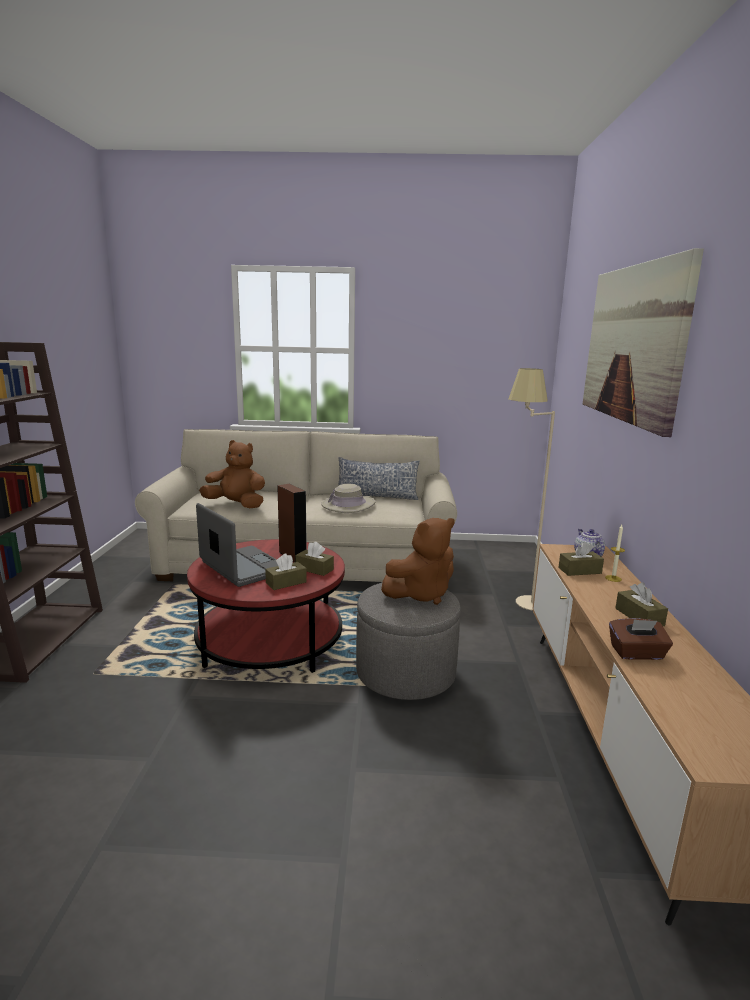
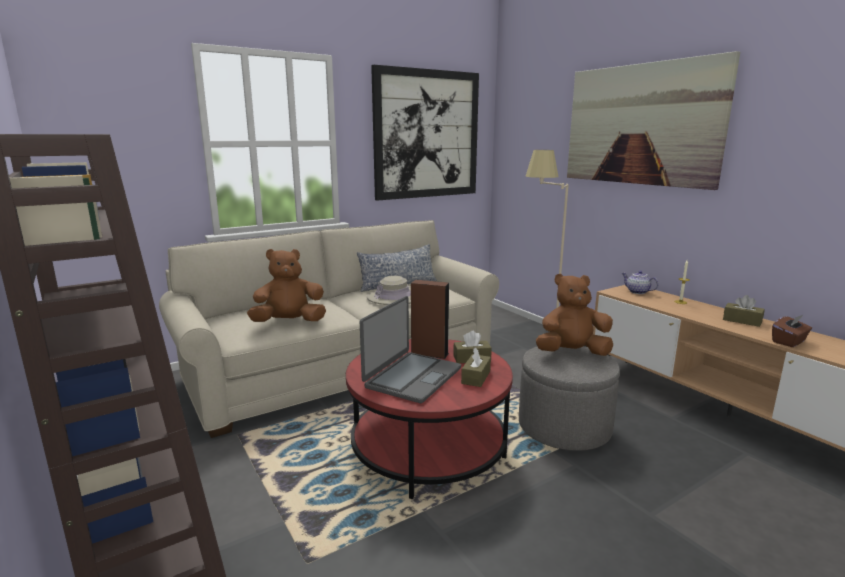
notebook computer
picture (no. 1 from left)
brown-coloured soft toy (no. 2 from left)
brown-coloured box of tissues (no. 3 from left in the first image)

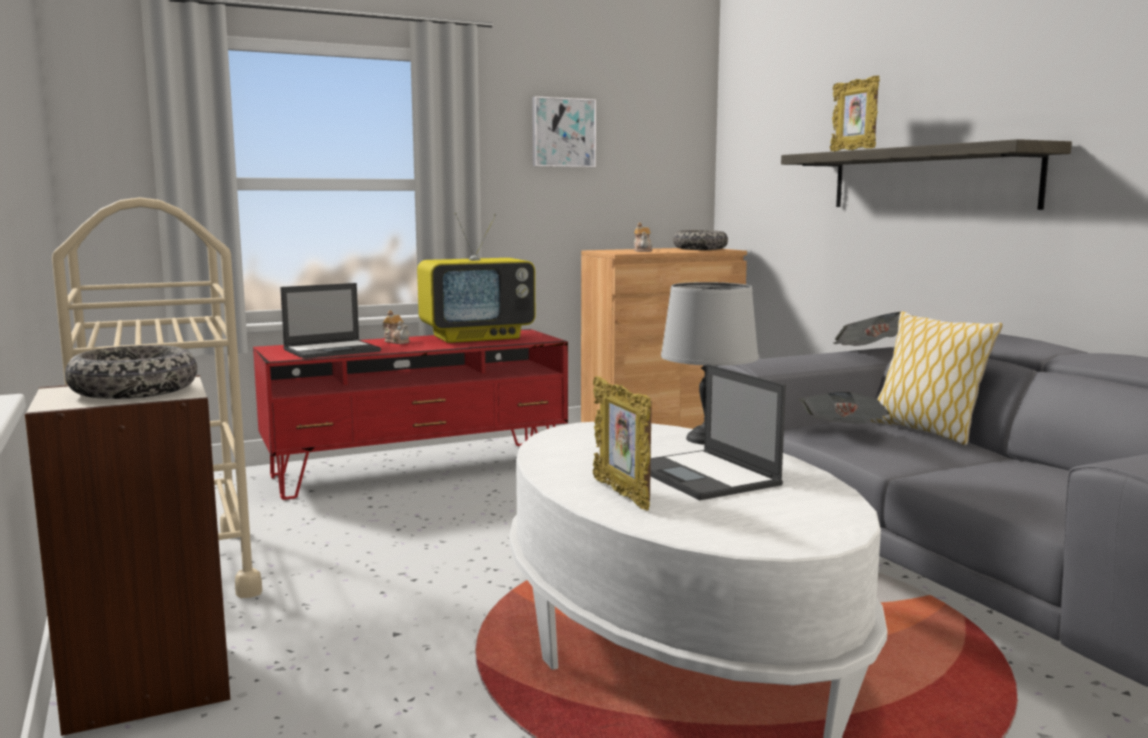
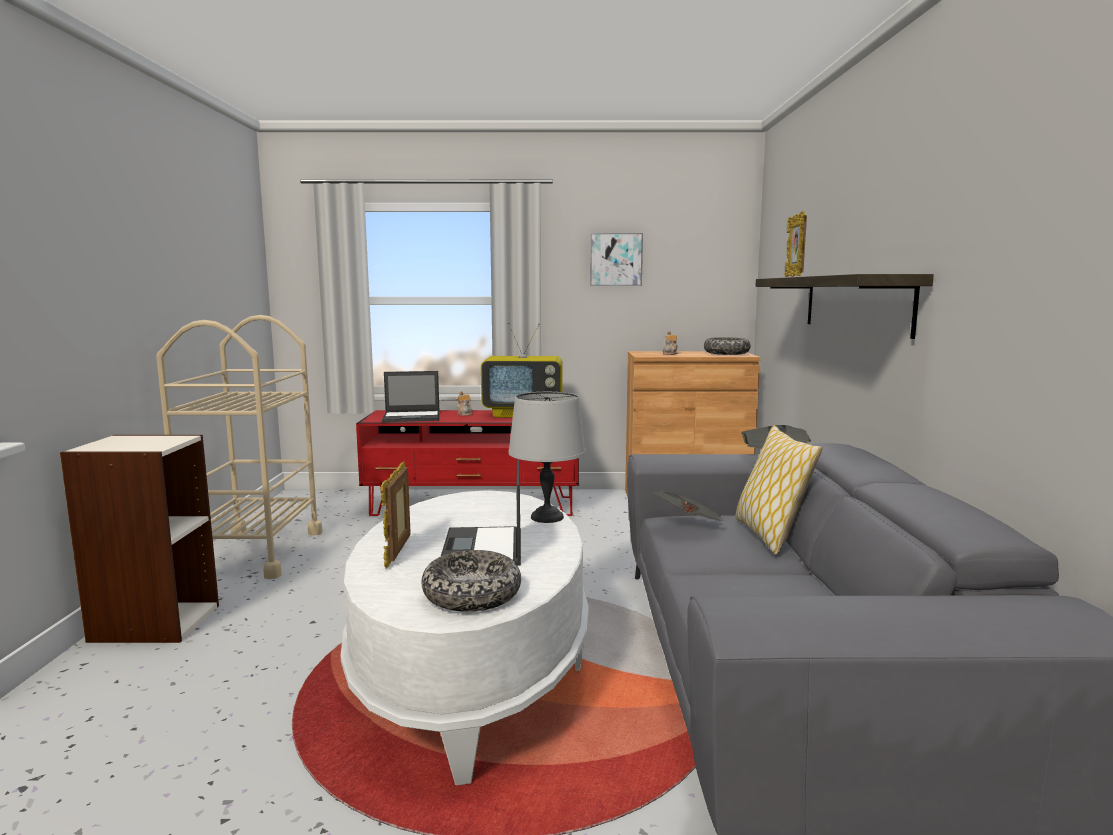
deep dish (no. 1 from left)

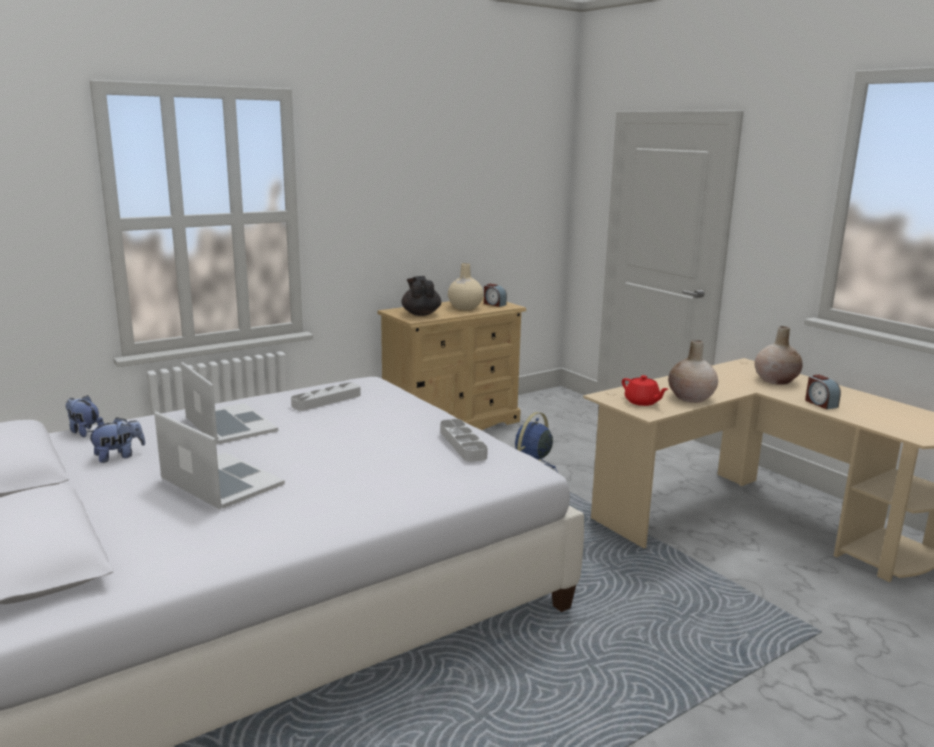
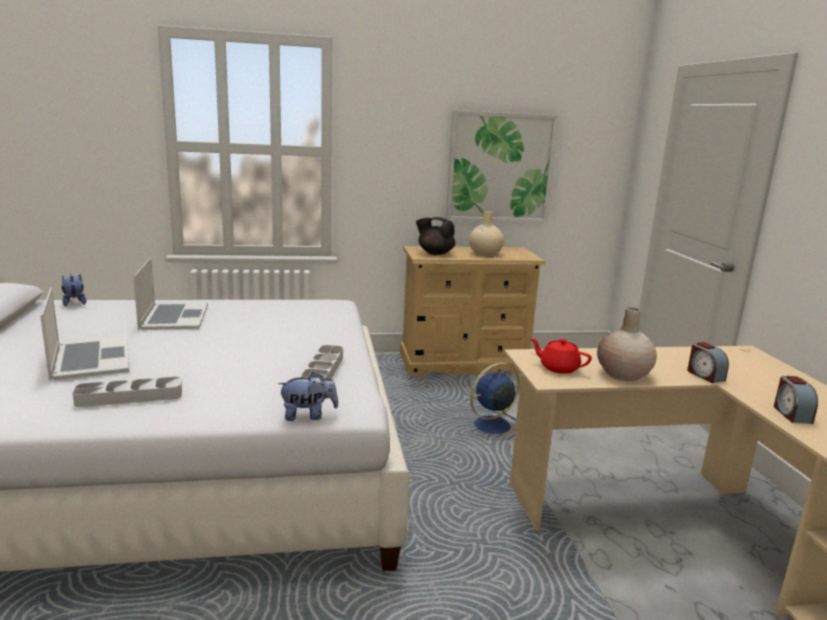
gray serving tray (no. 1 from left)
soft toy (no. 2 from left)
blackish teapot
picture
reddish teapot
table clock (no. 1 from left)
beige vase (no. 3 from left in the first image)

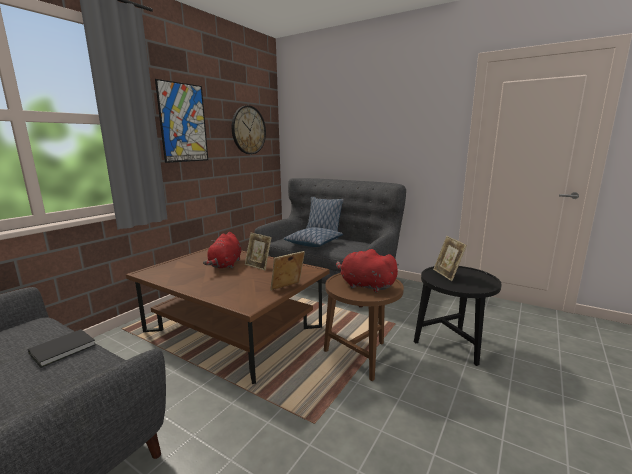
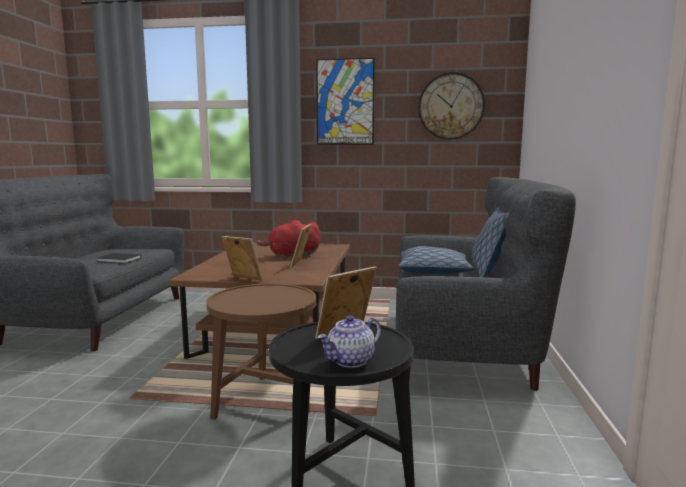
teapot
reddish soft toy (no. 2 from left in the first image)

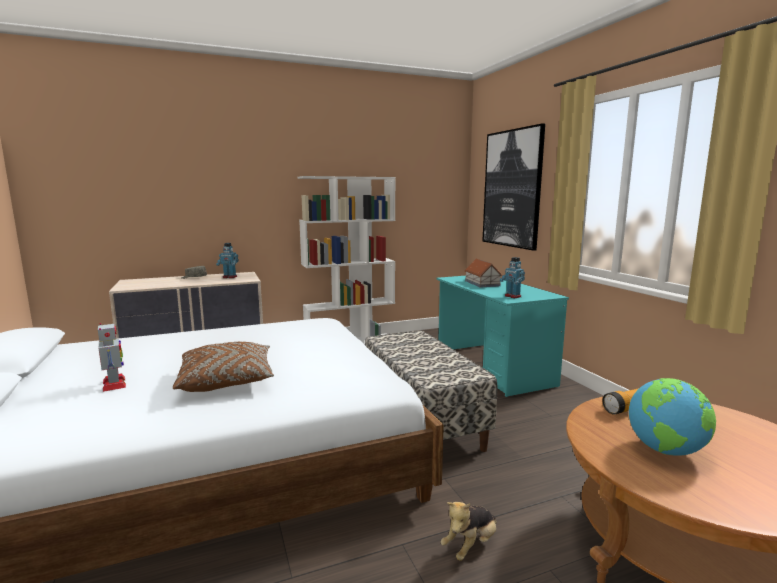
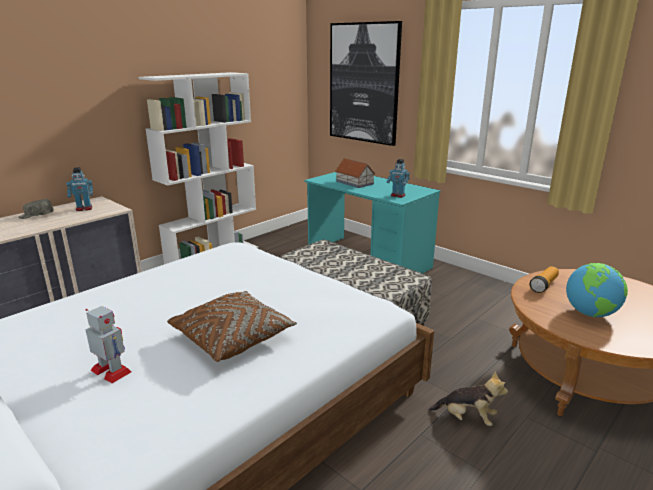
soft toy

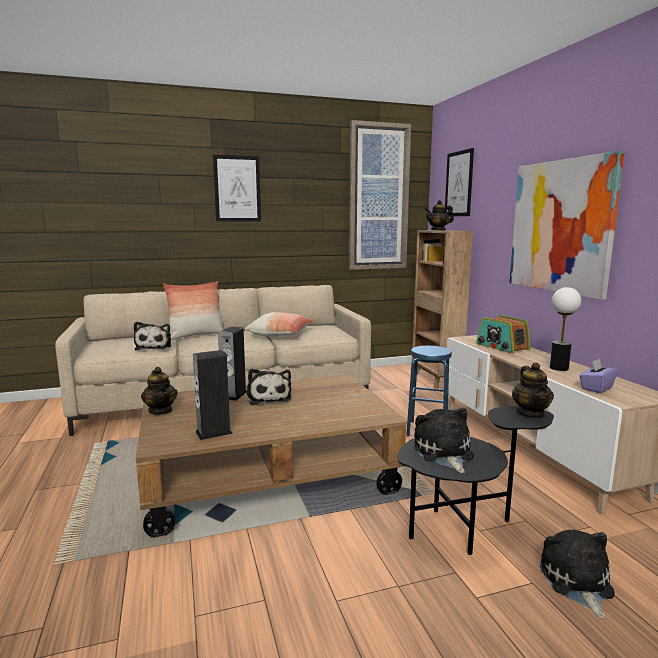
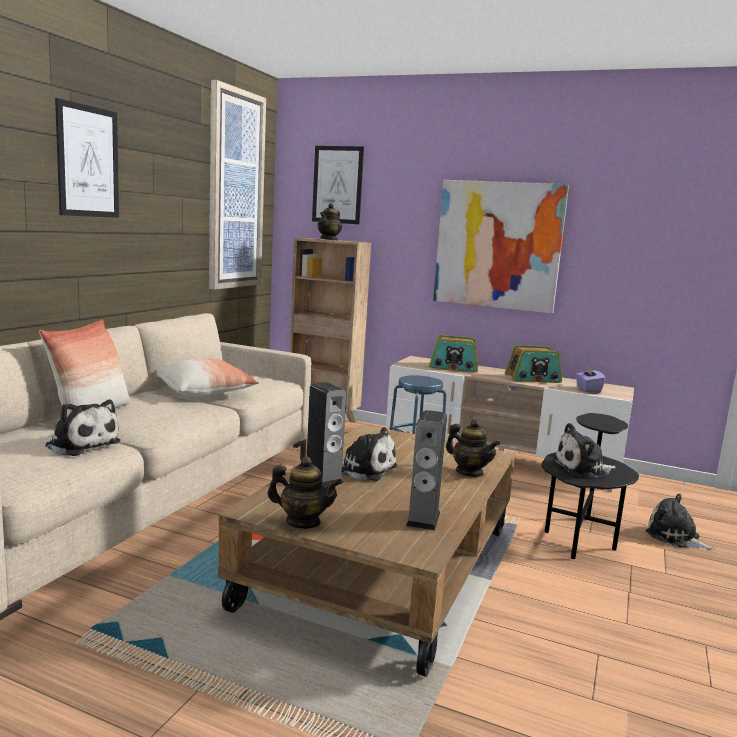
teapot (no. 3 from left)
radio set (no. 2 from left)
soft toy (no. 3 from left)

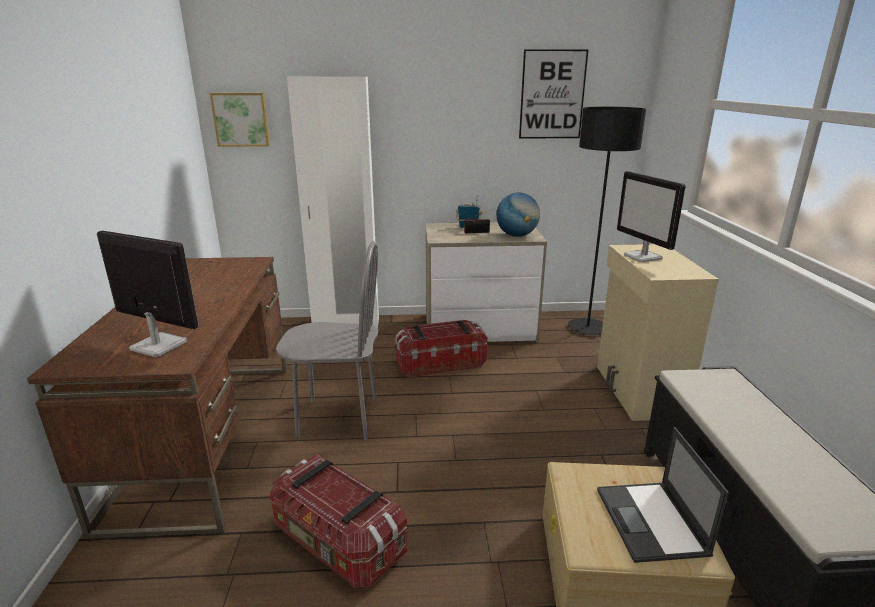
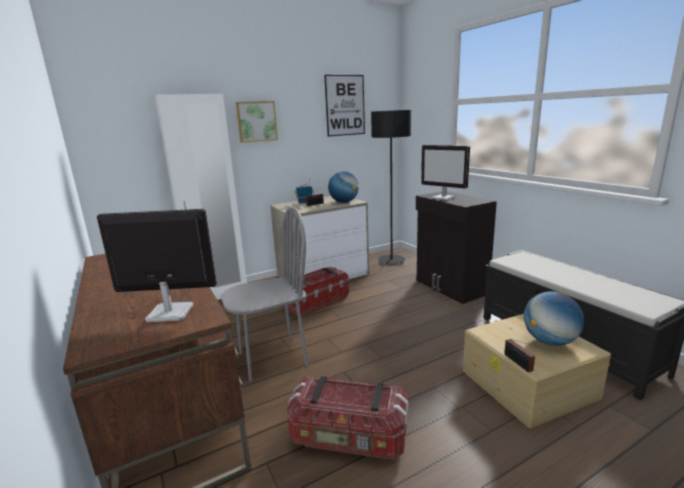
picture (no. 1 from left)
blackish cupboard
radio set (no. 3 from left)
desk globe (no. 2 from left)

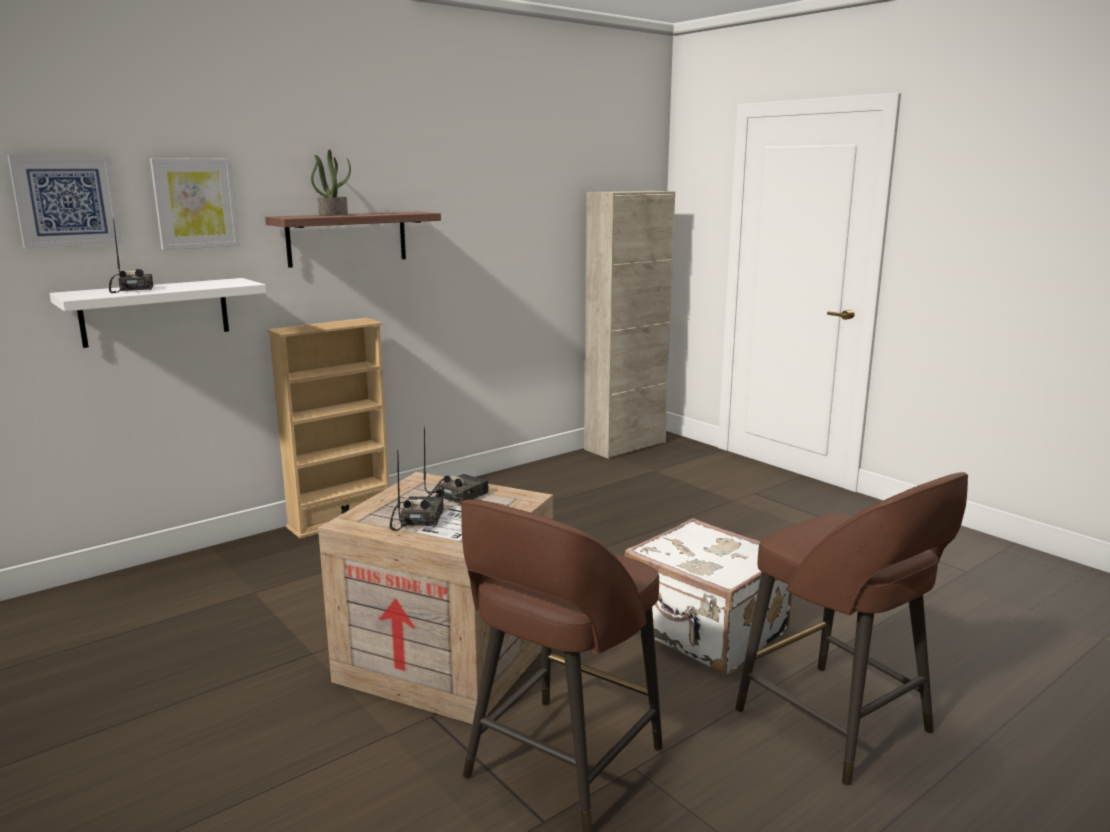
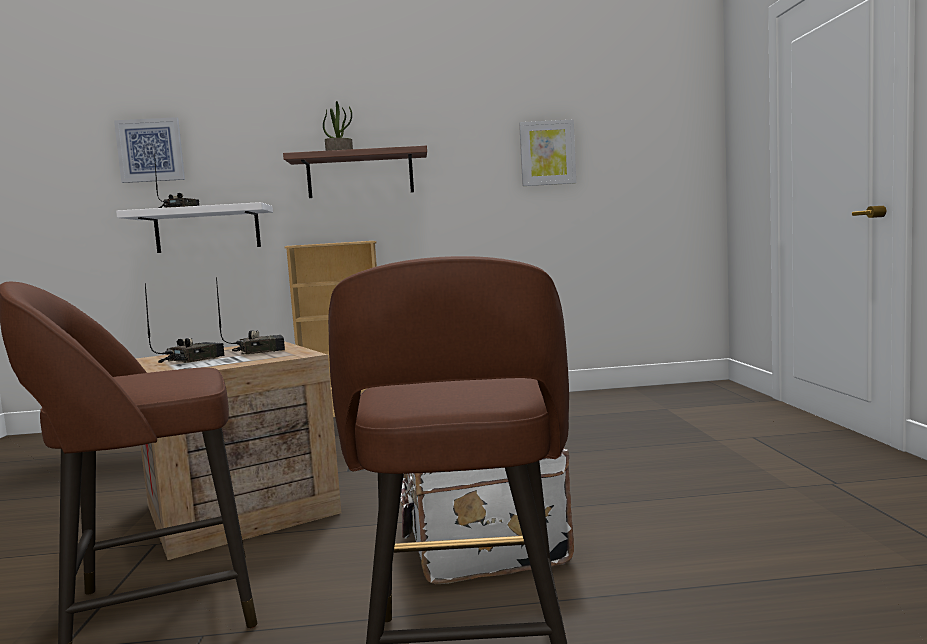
picture (no. 2 from left)
beige cupboard

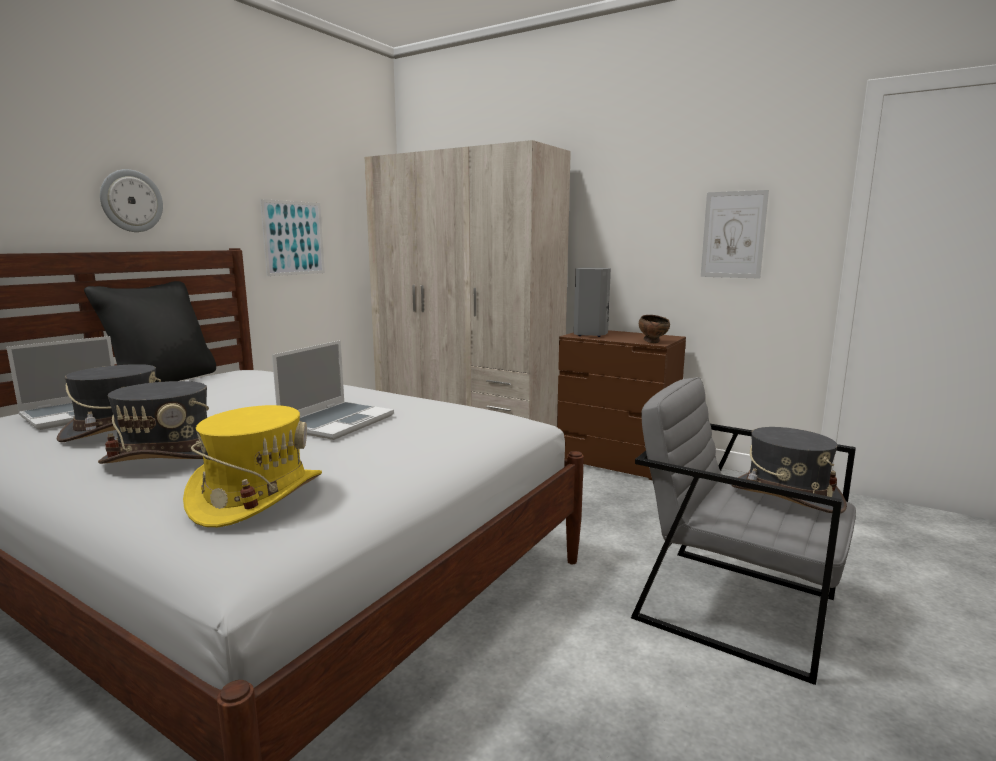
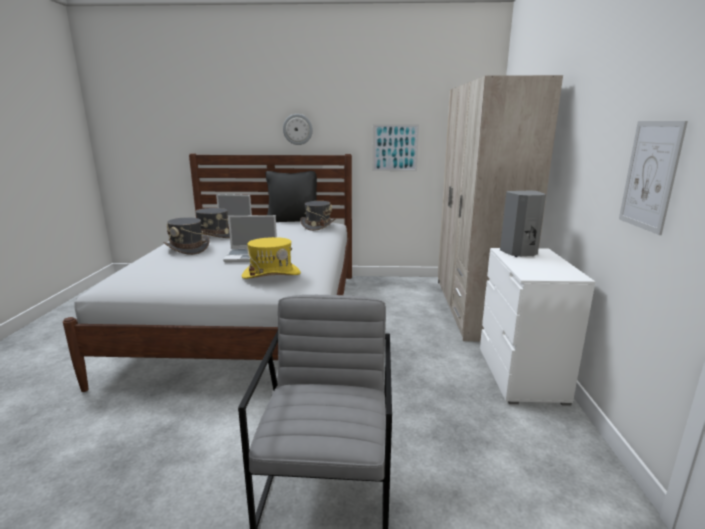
yellow-coloured clothing hat
gray clothing hat (no. 3 from left)
white chest of drawers
brown-coloured deep dish

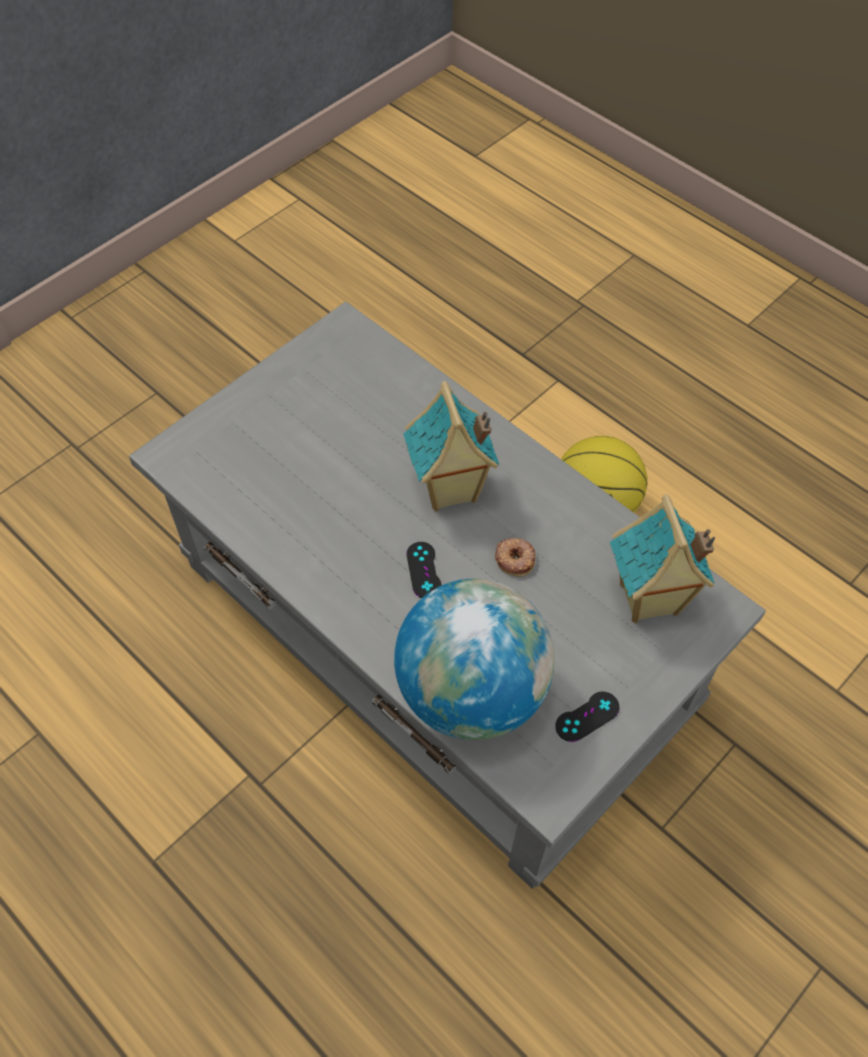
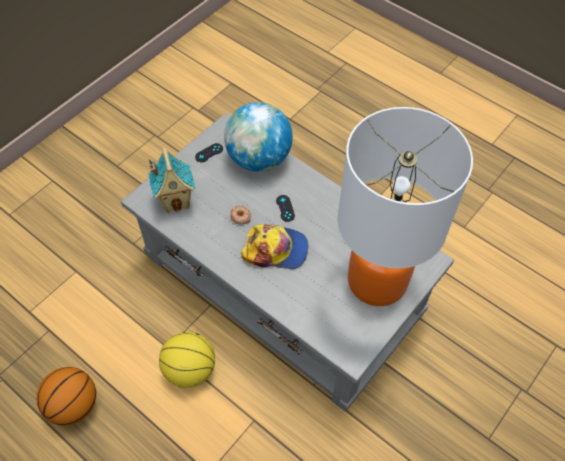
basketball (no. 1 from left)
peaked cap
lamp for a table

